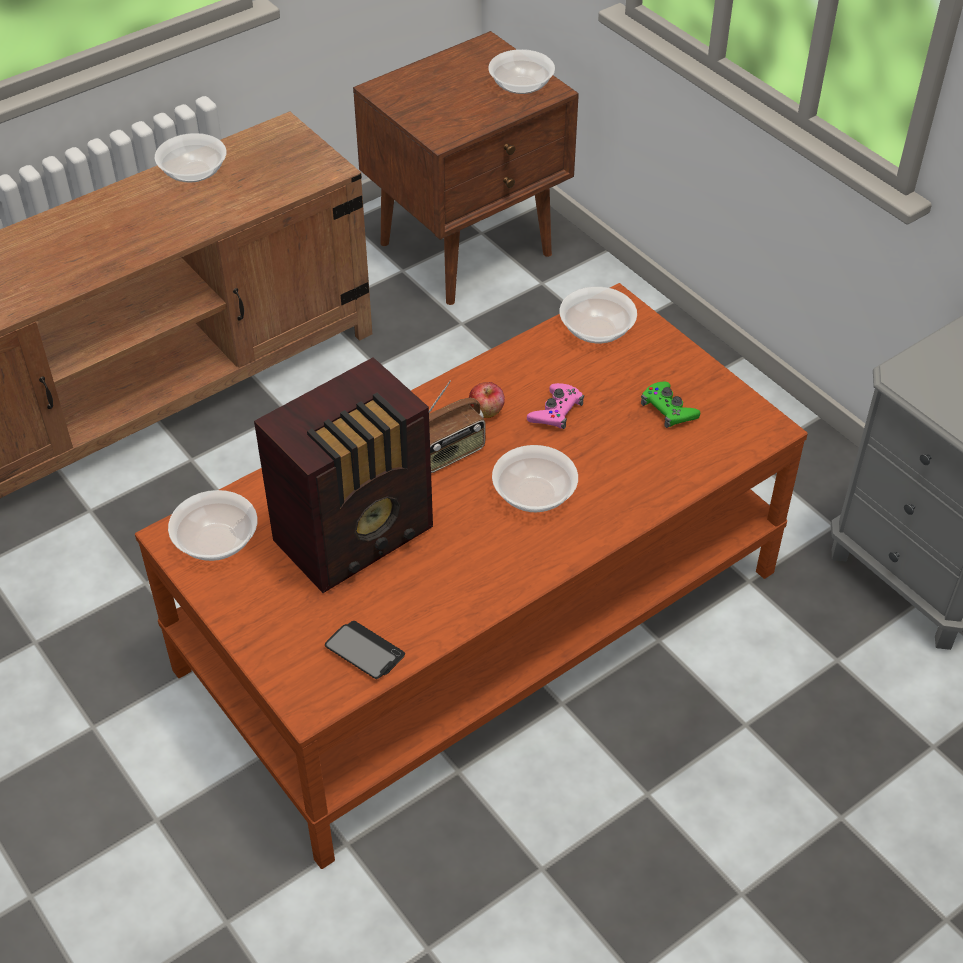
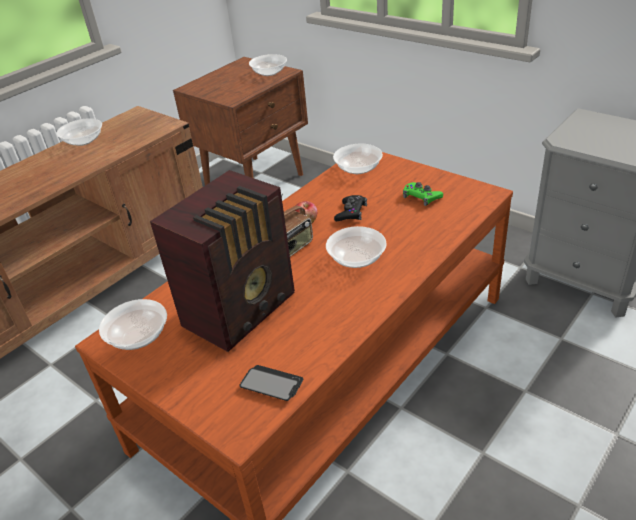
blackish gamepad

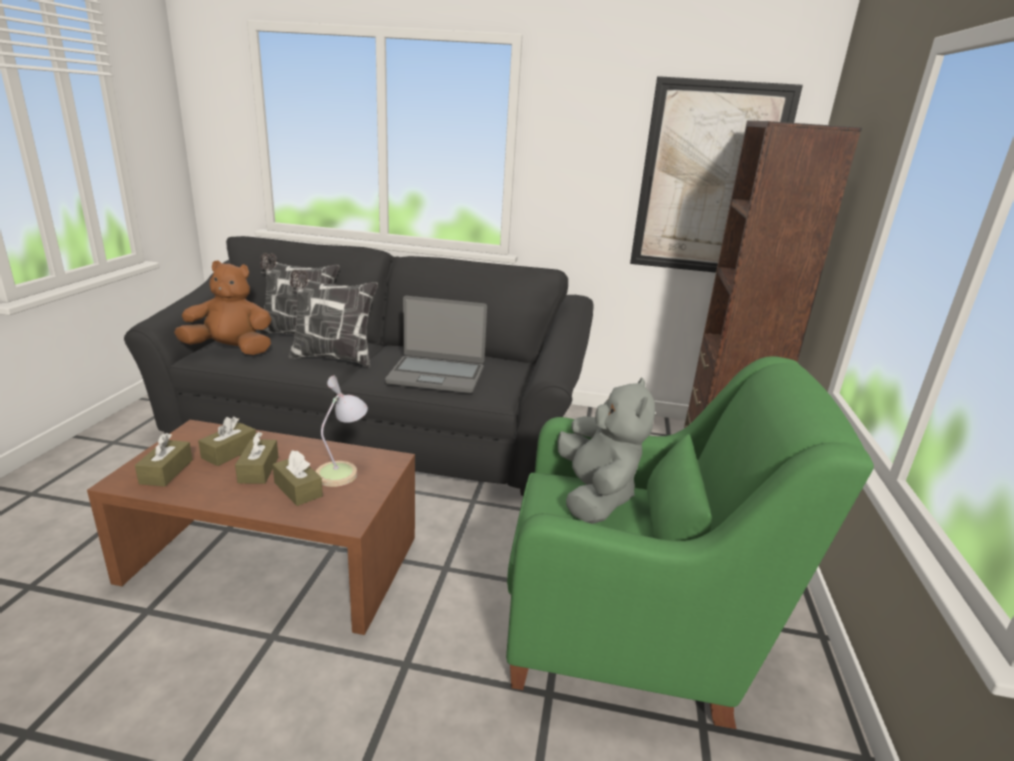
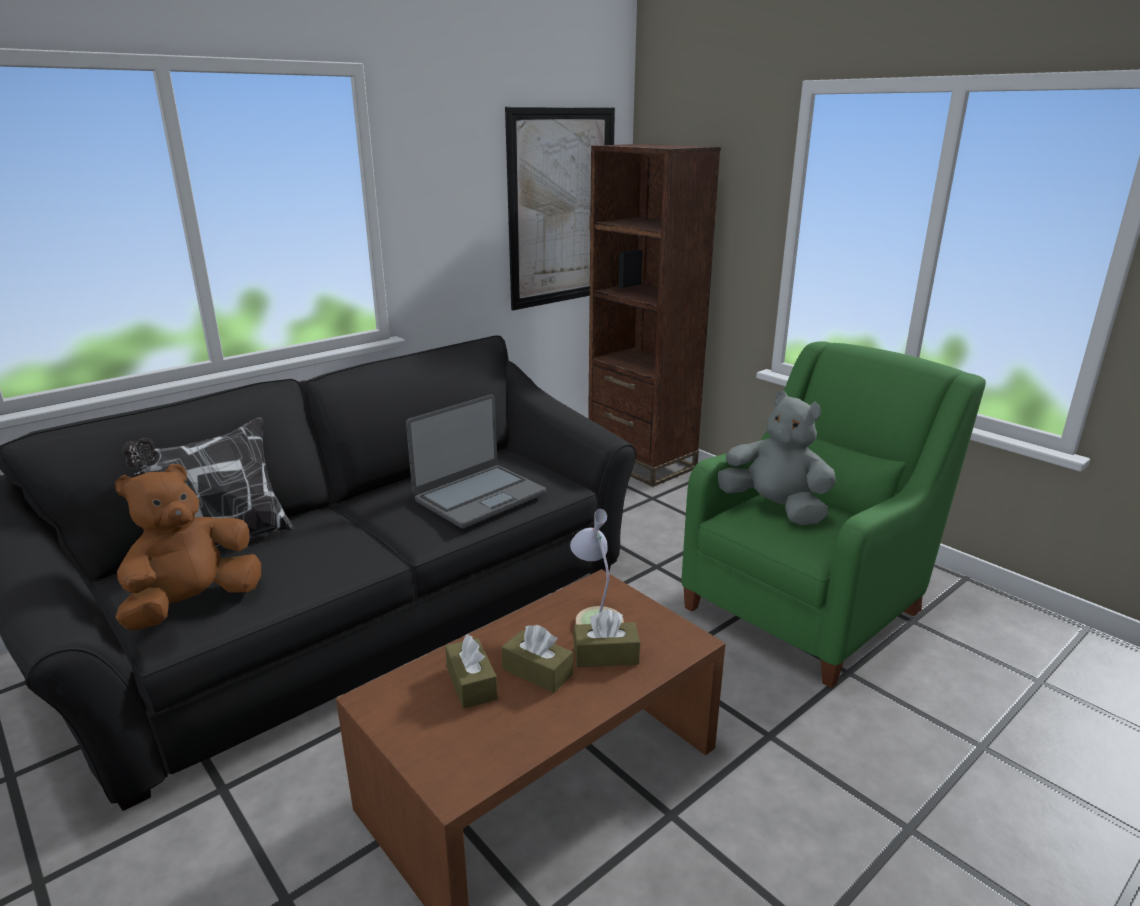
brown-coloured box of tissues (no. 1 from left in the first image)
cushion (no. 2 from left in the first image)

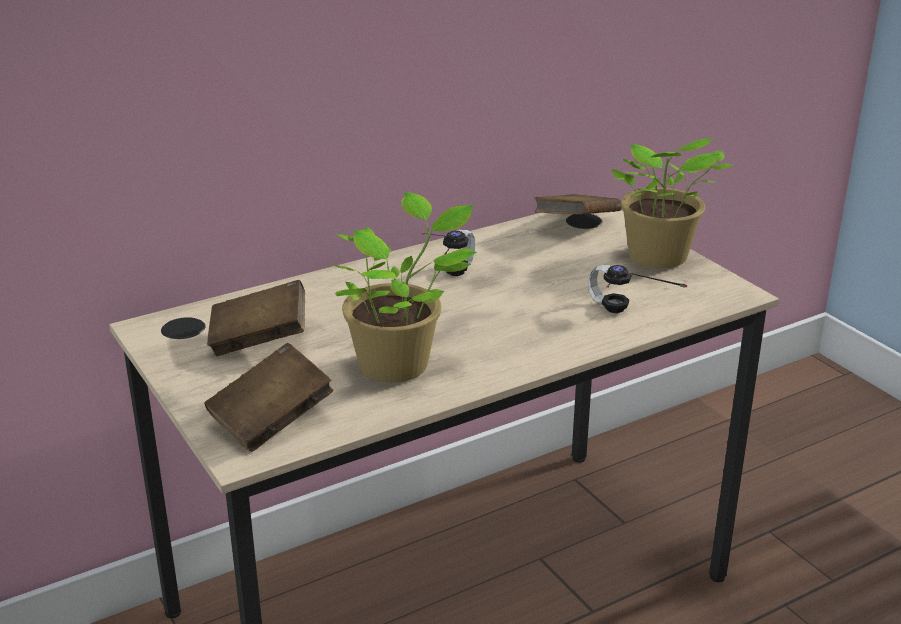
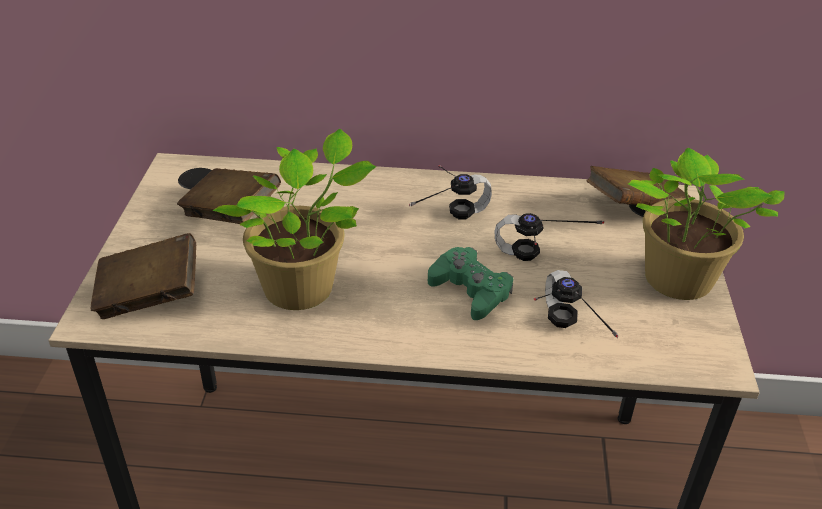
greenish gamepad
headphones (no. 2 from left)

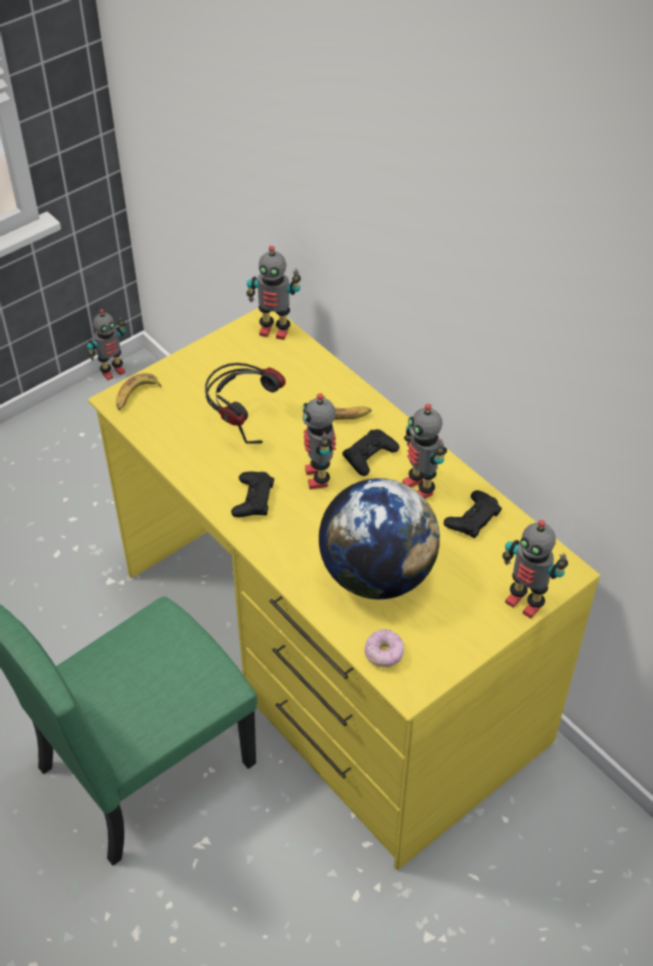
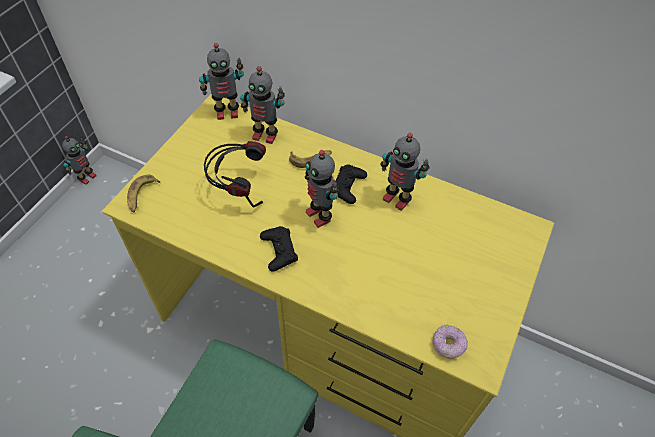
robot figure (no. 3 from left)
desk globe
blackish gamepad (no. 3 from left in the first image)

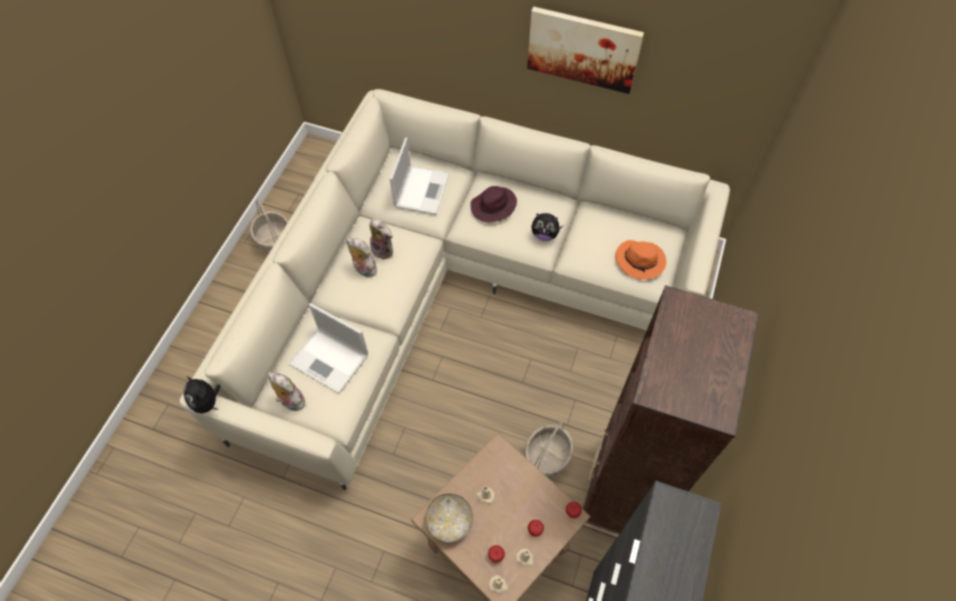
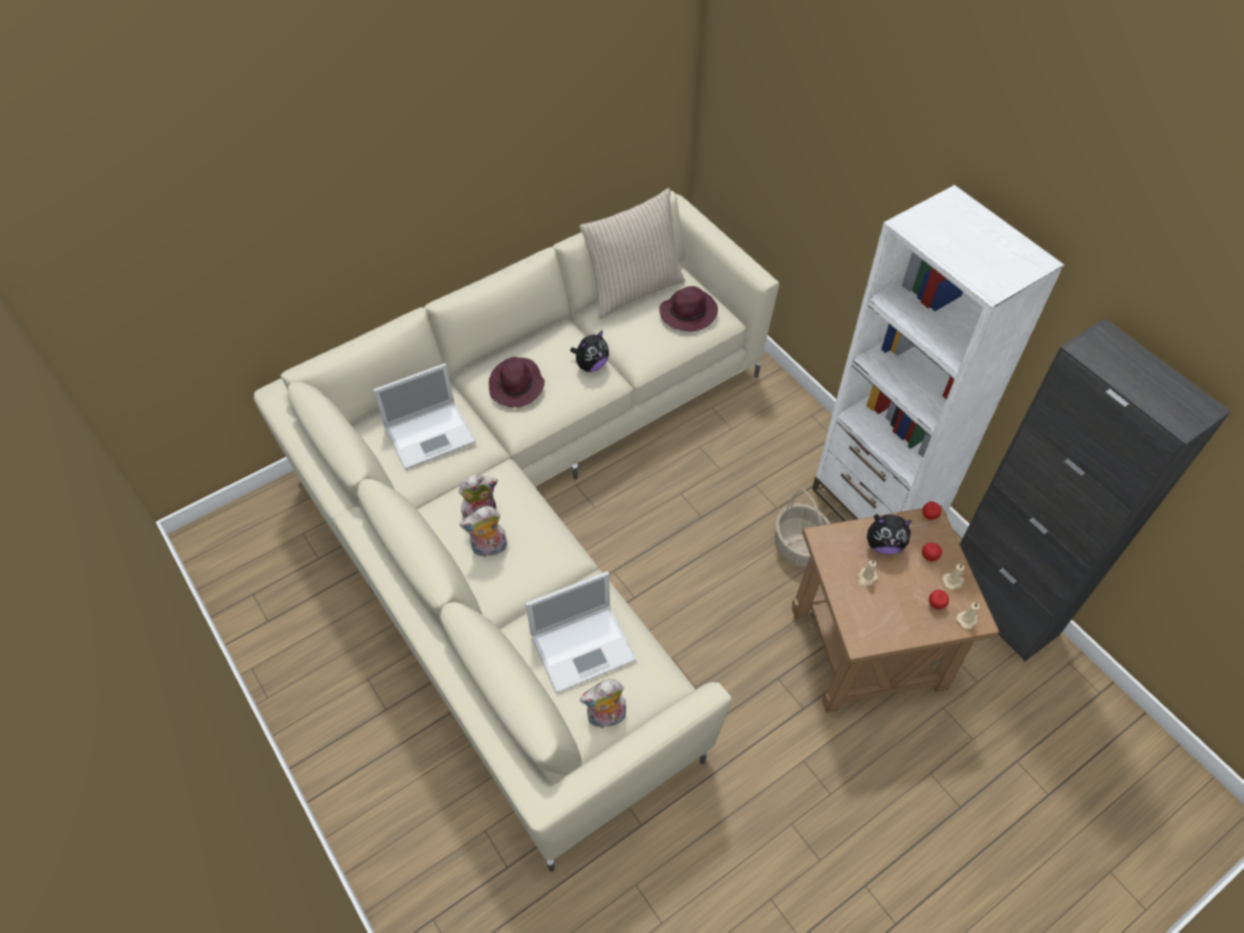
notebook computer (no. 1 from left)
beige cushion
purple clothing hat (no. 2 from left)
white bookcase
soft toy (no. 5 from left)
household basket (no. 1 from left in the first image)
deep dish
picture

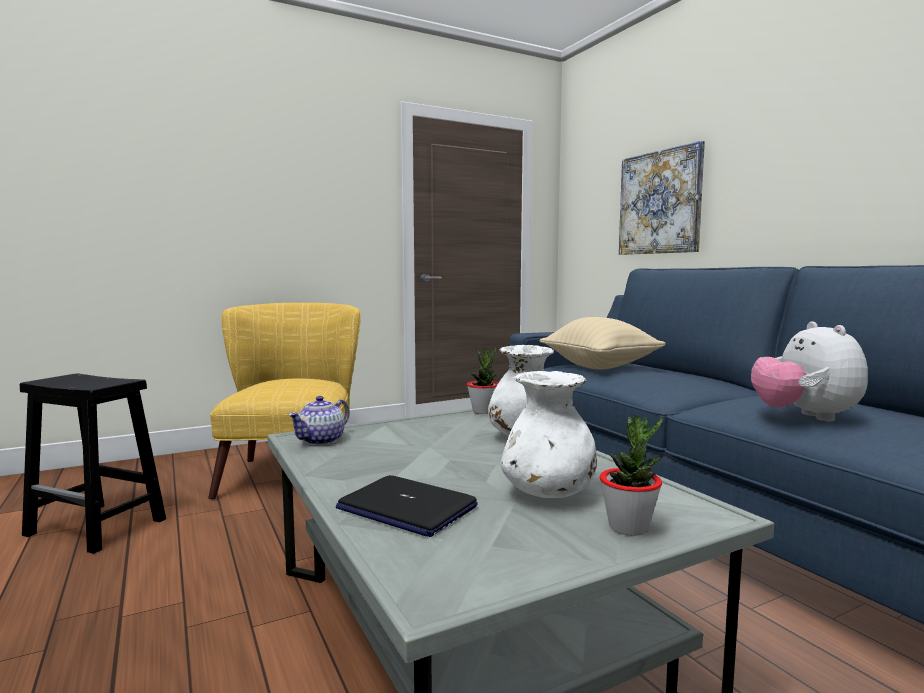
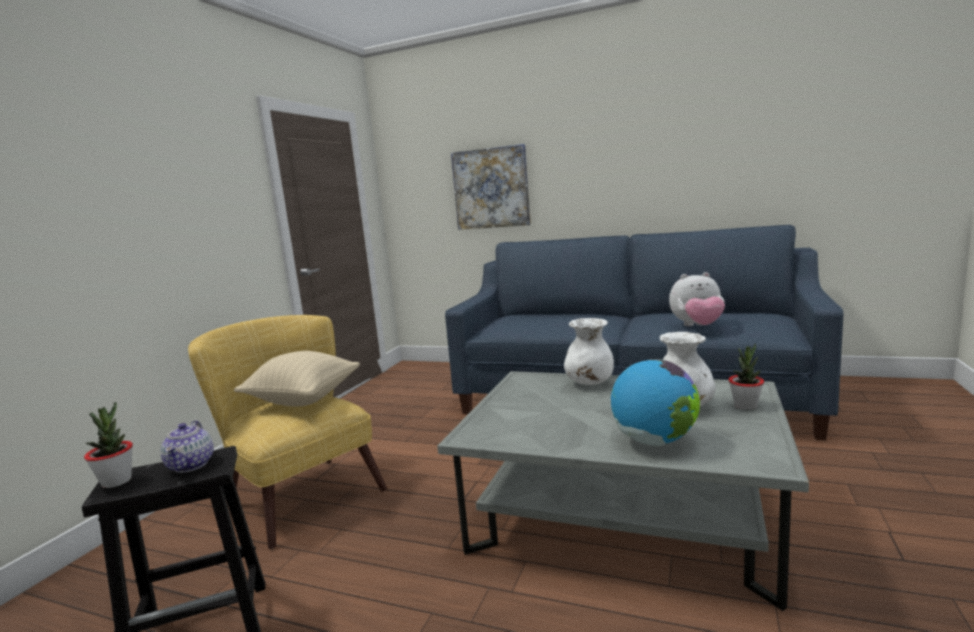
plant in a pot (no. 1 from left)
teapot
beige cushion
desk globe
soft toy

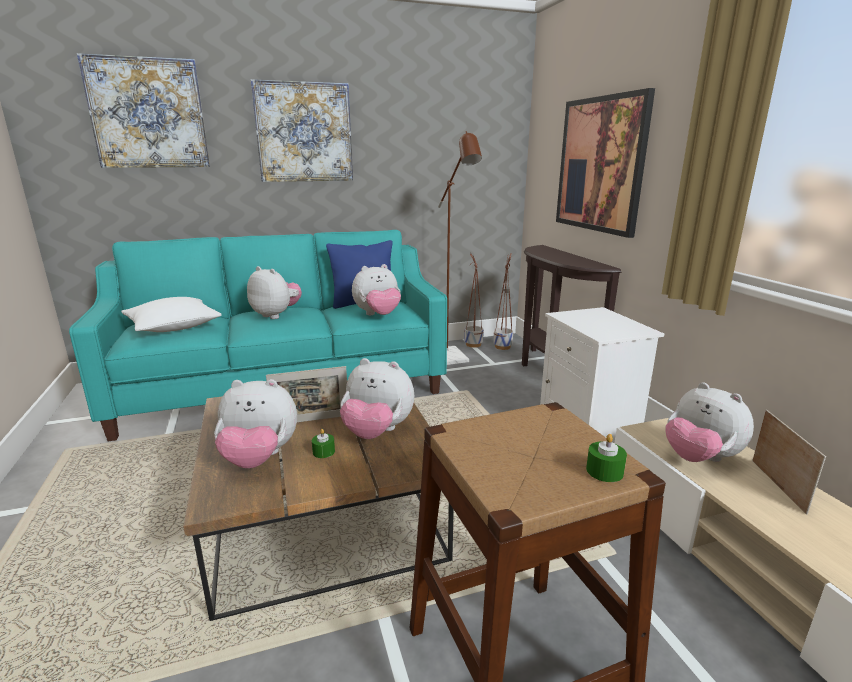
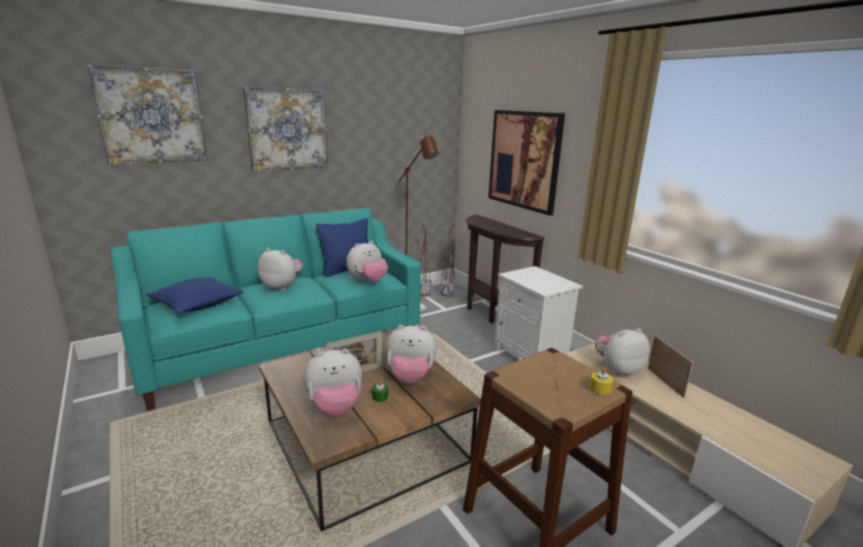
bluish cushion (no. 1 from left)
yellow-coloured candle
soft toy (no. 5 from left)

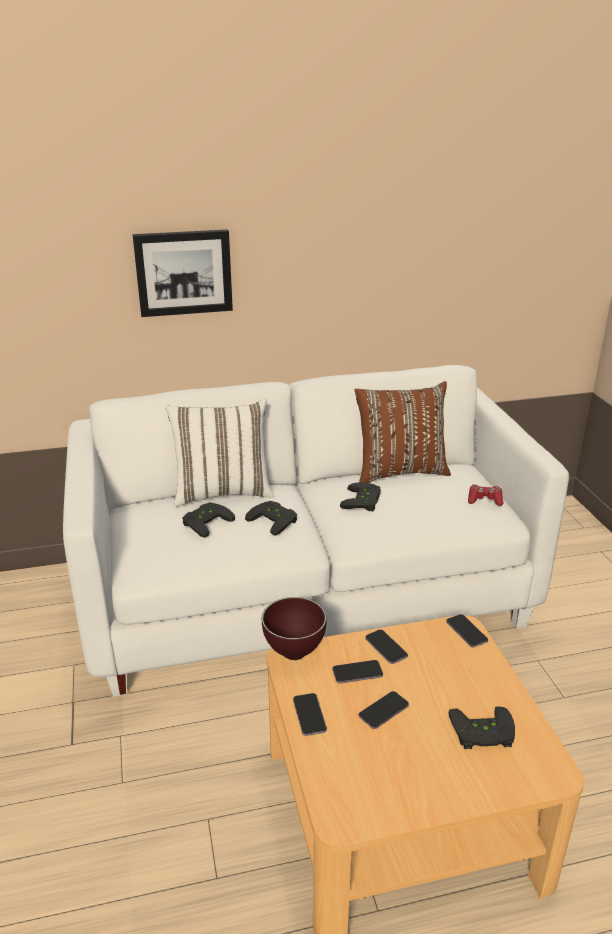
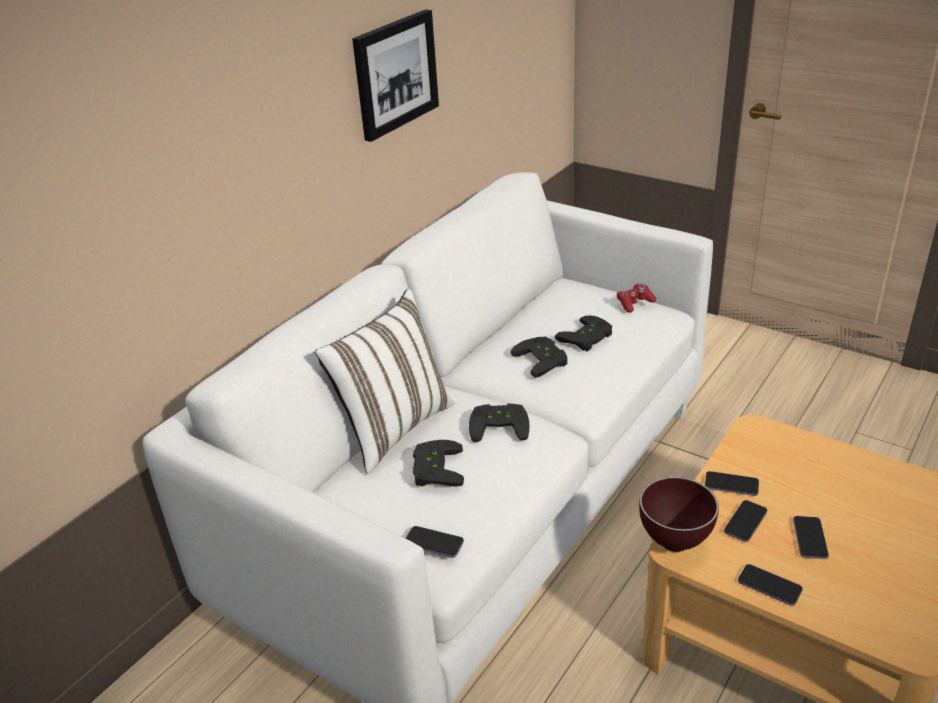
picture
handset (no. 1 from left)
blackish gamepad (no. 4 from left)
brown-coloured cushion

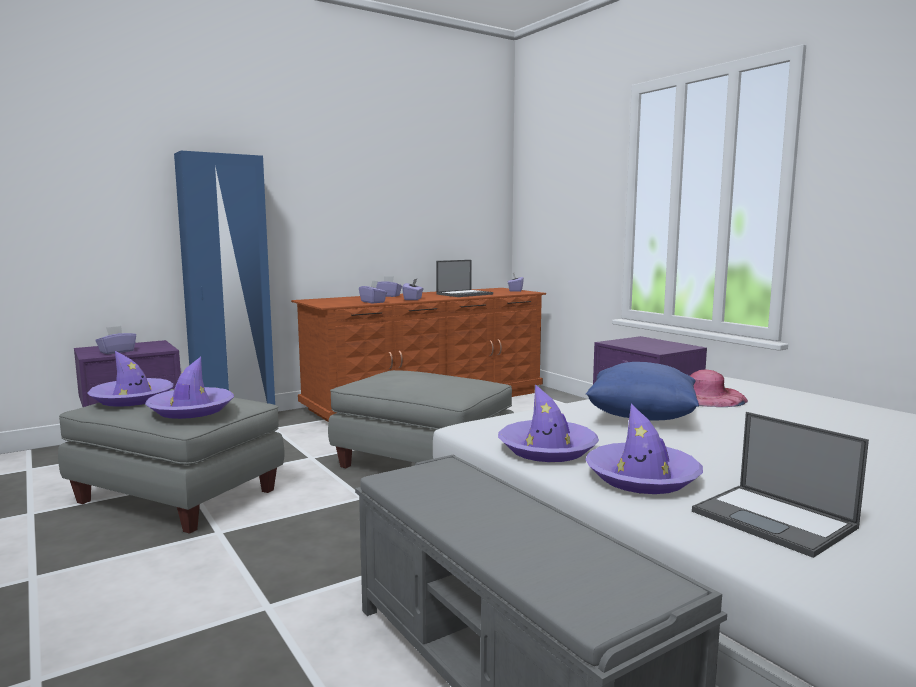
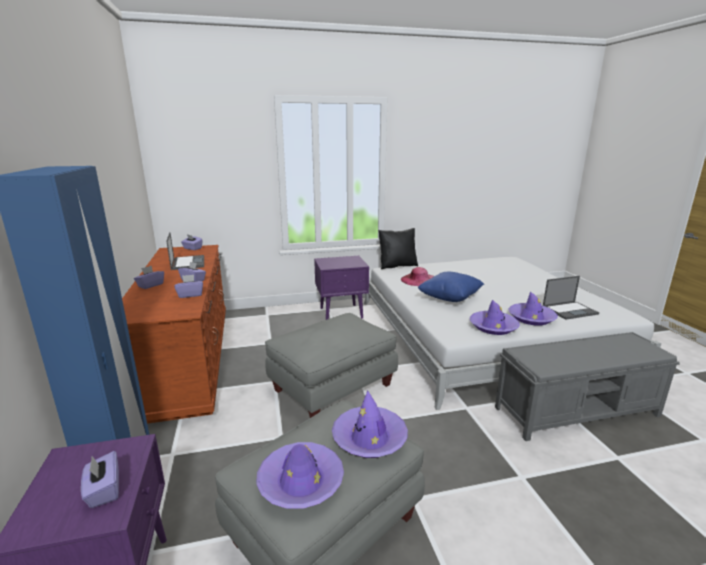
blackish cushion

